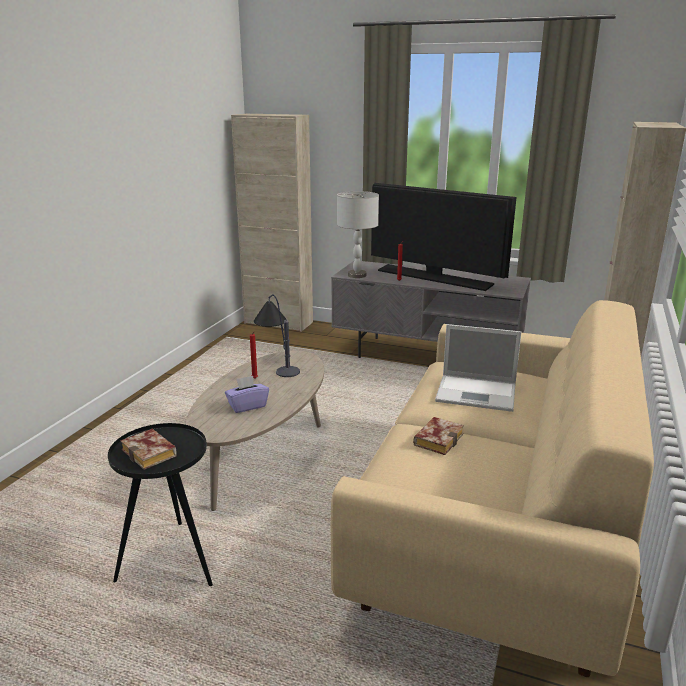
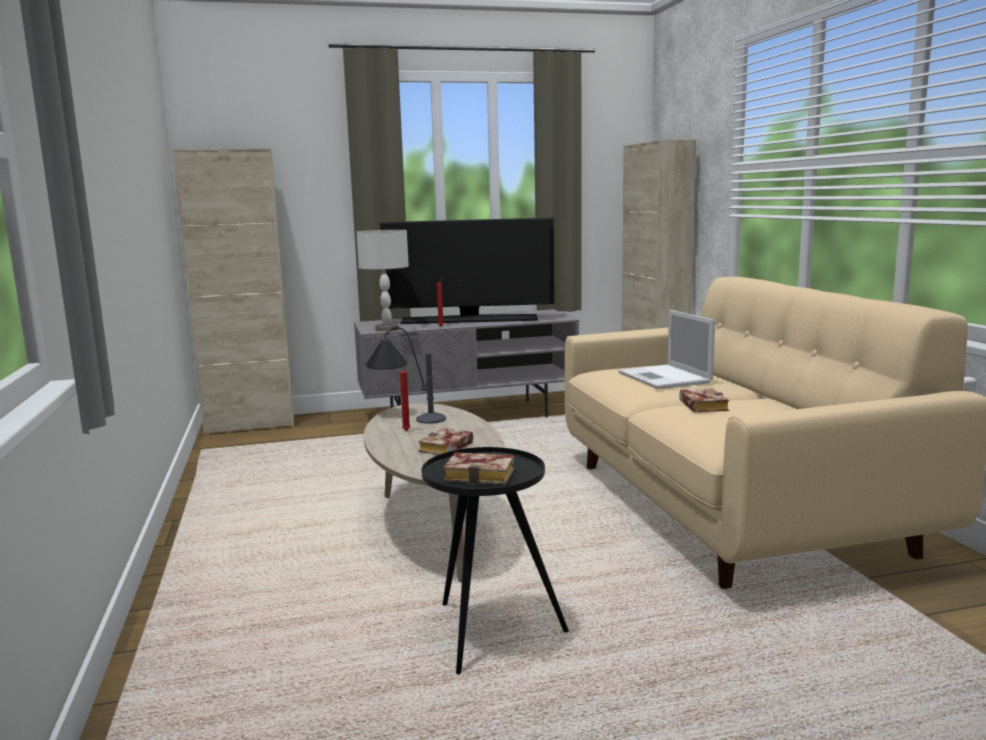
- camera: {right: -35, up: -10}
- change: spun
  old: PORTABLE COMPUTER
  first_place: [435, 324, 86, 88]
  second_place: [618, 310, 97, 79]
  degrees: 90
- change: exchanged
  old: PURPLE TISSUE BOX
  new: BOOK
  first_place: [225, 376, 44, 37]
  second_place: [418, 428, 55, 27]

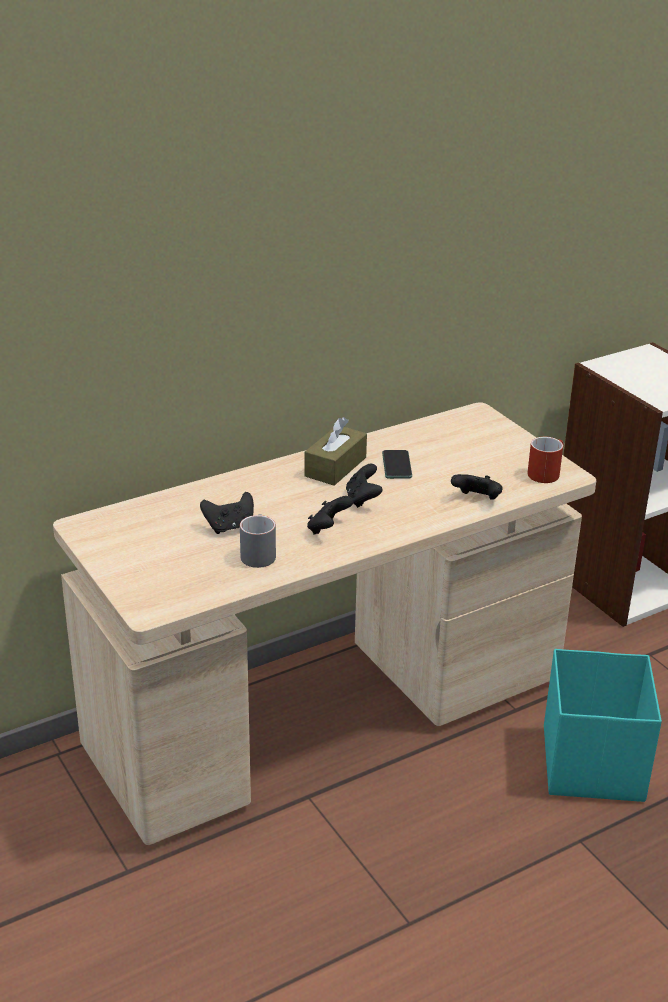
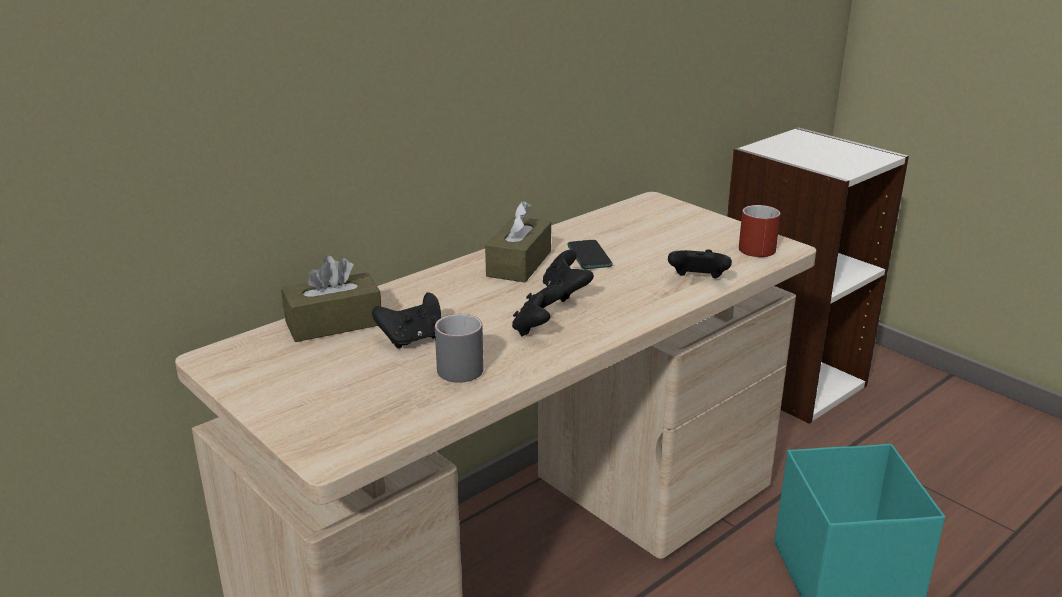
- camera: {right: -10, up: -5}
- change: appeared
  new: BROWN TISSUE BOX
  second_place: [281, 255, 100, 87]

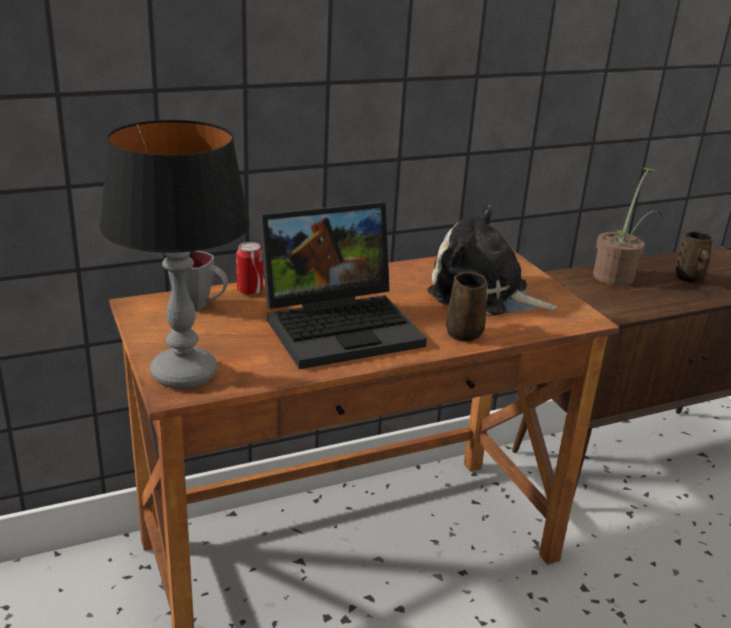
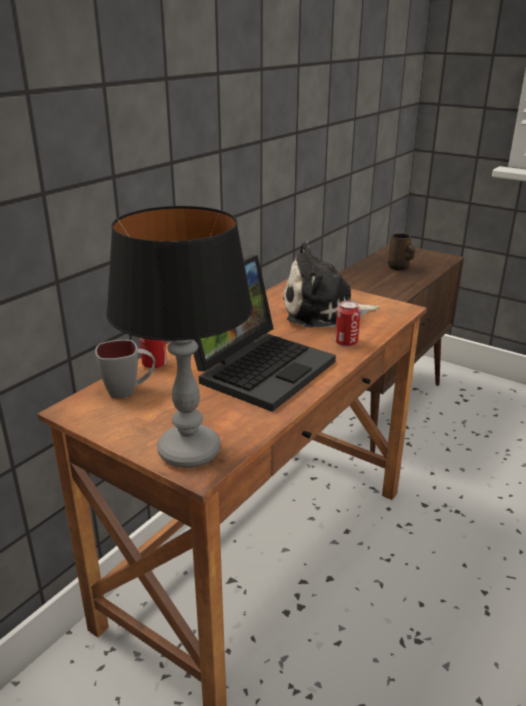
- camera: {right: -30, up: 0}
- change: missing
  old: PLANT IN A POT
  first_place: [593, 167, 69, 119]
- change: exchanged
  old: BROWN COFFEE MUG
  new: METAL CAN
  first_place: [446, 272, 41, 70]
  second_place: [335, 300, 25, 47]

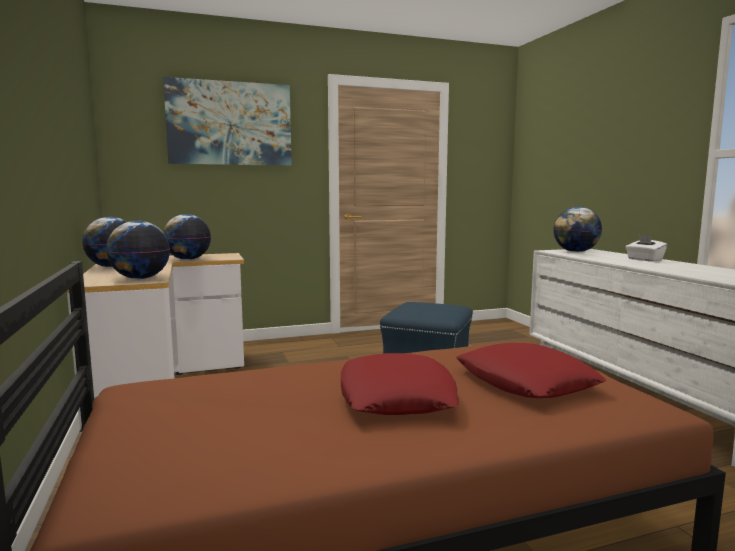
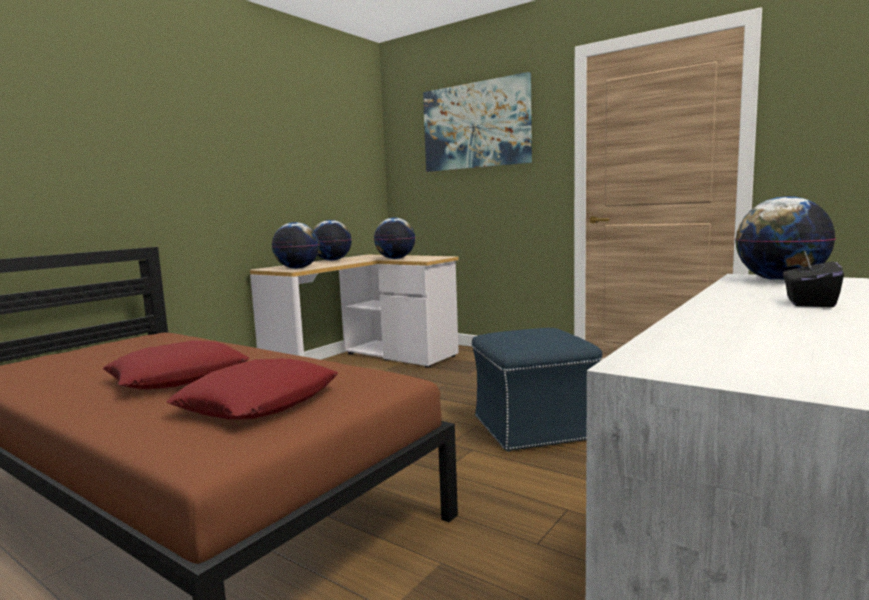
- camera: {right: 55, up: 0}
- change: colour
  old: WHITISH TISSUE BOX
  new: BLACK TISSUE BOX
  first_place: [626, 234, 41, 28]
  second_place: [783, 249, 61, 58]

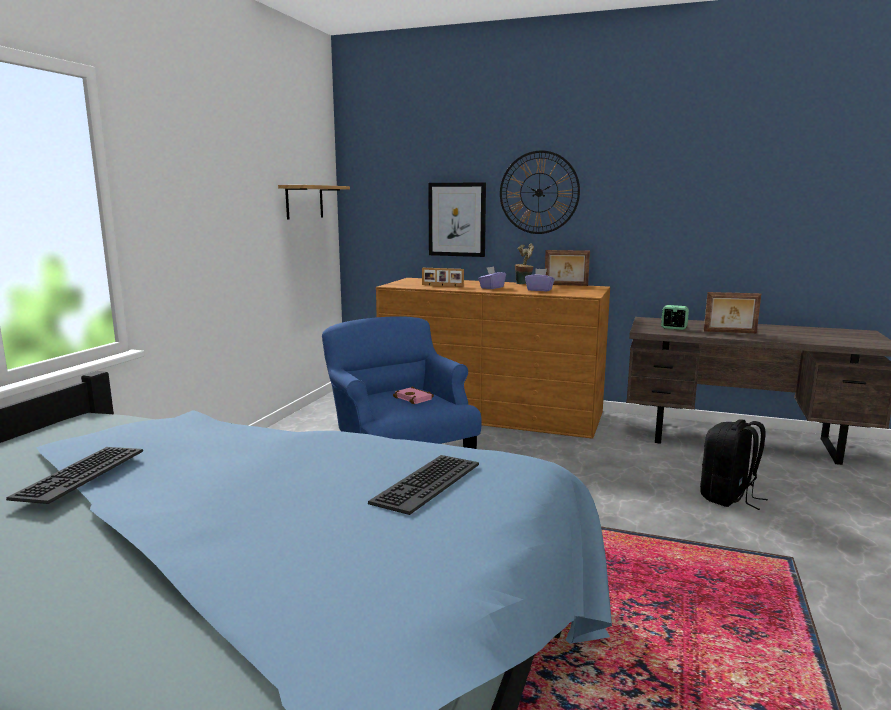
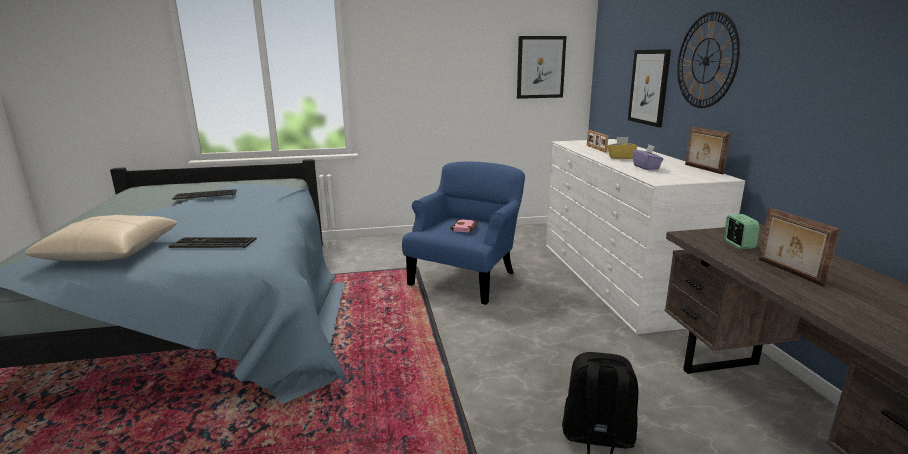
- camera: {right: 60, up: 5}
- change: exchanged
  old: BRACKET SHELF
  new: WALL PICTURE
  first_place: [278, 185, 72, 35]
  second_place: [517, 36, 50, 63]
- change: missing
  old: PLANT IN A POT
  first_place: [515, 244, 19, 40]
- change: colour
  old: PURPLE TISSUE BOX
  new: YELLOW-COLOURED TISSUE BOX
  first_place: [478, 266, 28, 23]
  second_place: [607, 137, 30, 22]
- change: colour
  old: BROWN DRAWER CHEST
  new: WHITISH DRAWER CHEST
  first_place: [376, 278, 234, 161]
  second_place: [546, 139, 199, 195]
- change: appeared
  new: BEIGE PILLOW
  second_place: [25, 215, 153, 46]

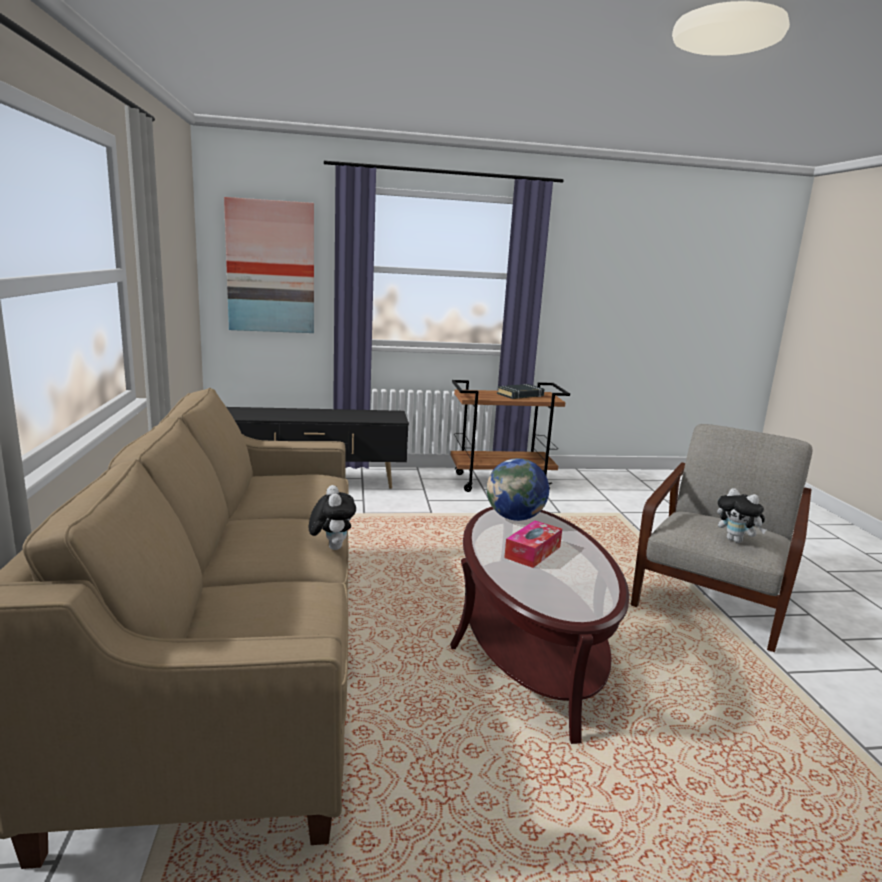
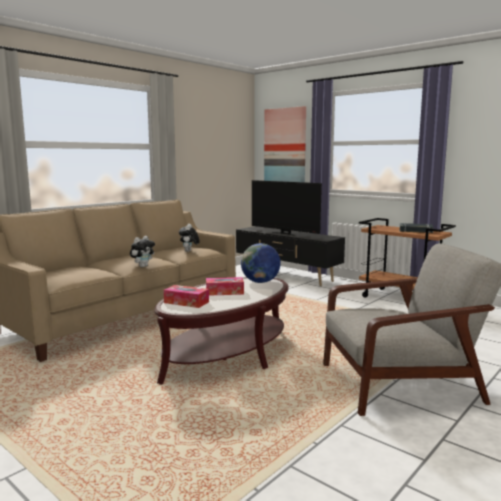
- camera: {right: 50, up: -5}
- change: relocated
  old: CUDDLY TOY
  first_place: [717, 488, 49, 55]
  second_place: [179, 224, 21, 28]
- change: appeared
  new: TV
  second_place: [252, 180, 70, 56]
- change: appeared
  new: TISSUE BOX
  second_place: [164, 285, 45, 23]

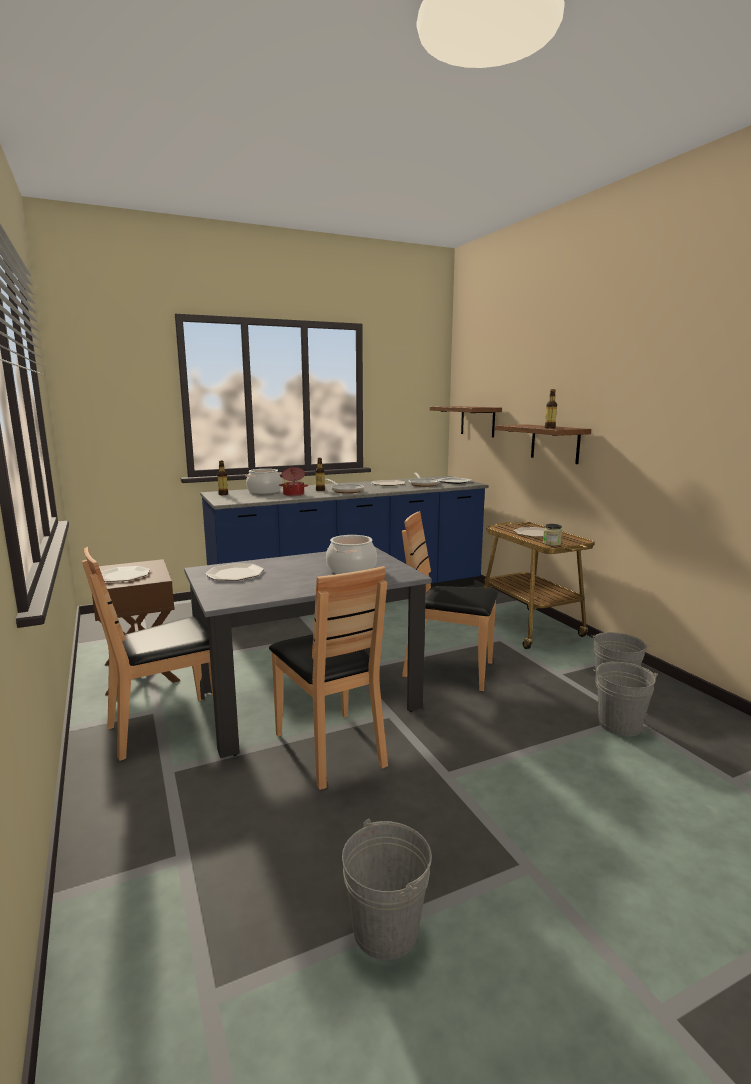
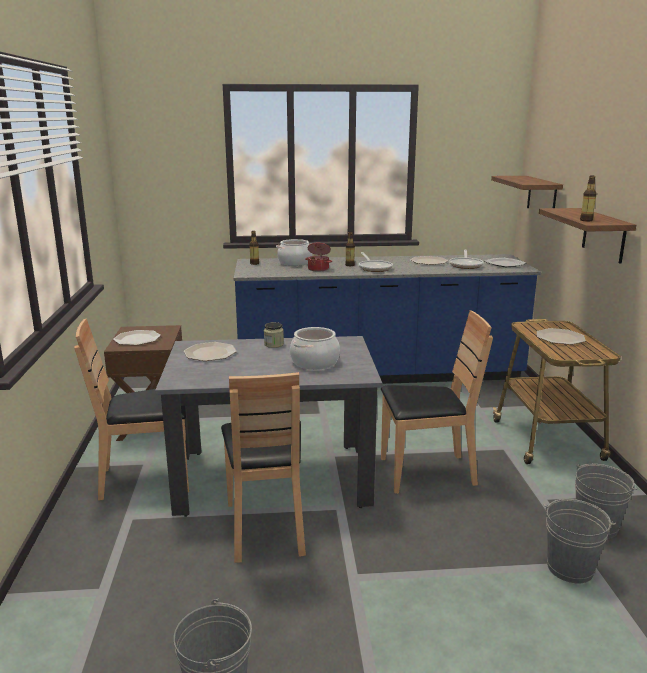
- camera: {right: 20, up: 5}
- change: spun
  old: BROWN CHAIR
  first_place: [402, 511, 97, 180]
  second_place: [381, 310, 112, 184]
  degrees: 135
- change: relocated
  old: JAR
  first_place: [543, 524, 19, 22]
  second_place: [264, 322, 20, 26]

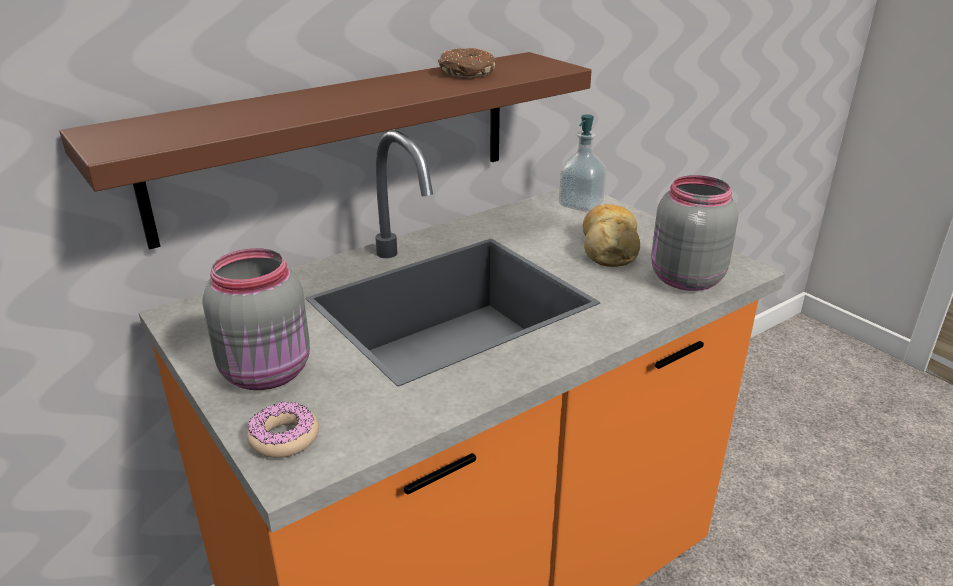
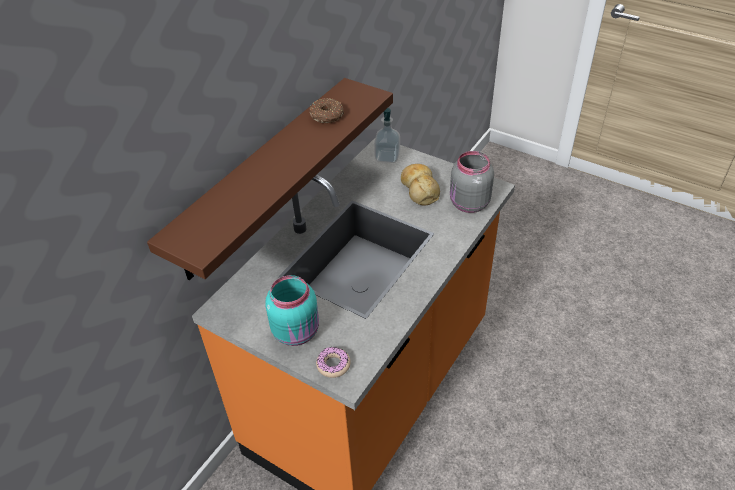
- camera: {right: -20, up: 15}
- change: colour
  old: GRAY JAR
  new: BLUE-GREEN JAR
  first_place: [202, 248, 108, 142]
  second_place: [265, 275, 54, 71]

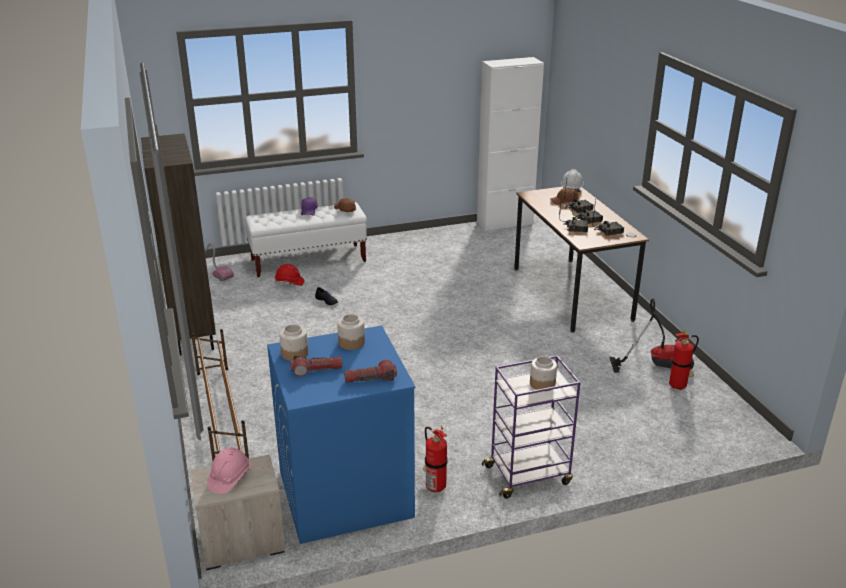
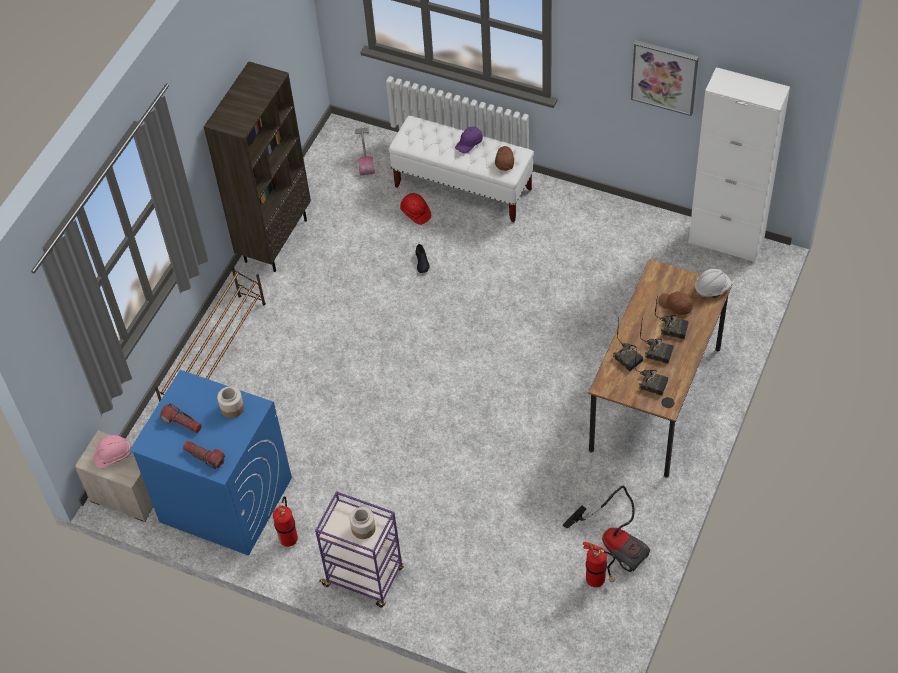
- camera: {right: 45, up: 25}
- change: missing
  old: JAR
  first_place: [279, 324, 29, 37]
- change: appeared
  new: WALL PICTURE
  second_place: [631, 40, 68, 76]

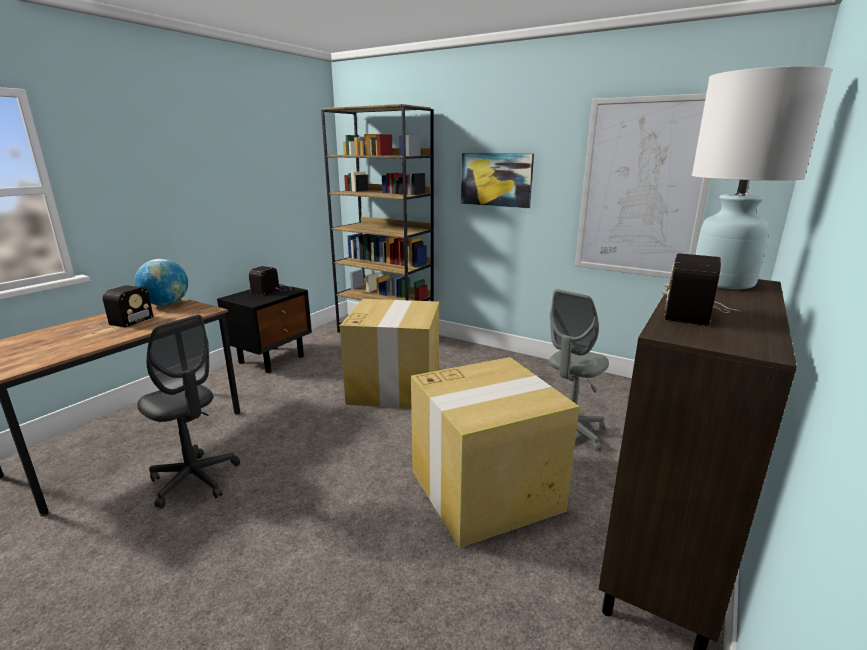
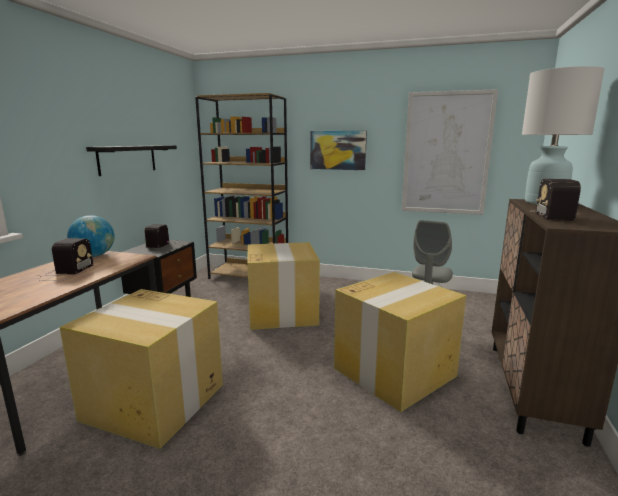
- camera: {right: -15, up: -5}
- change: exchanged
  old: GRAY OFFICE CHAIR
  new: CARTON
  first_place: [137, 315, 103, 194]
  second_place: [60, 289, 163, 160]
- change: appeared
  new: BLACK BRACKET SHELF
  second_place: [86, 145, 91, 31]

